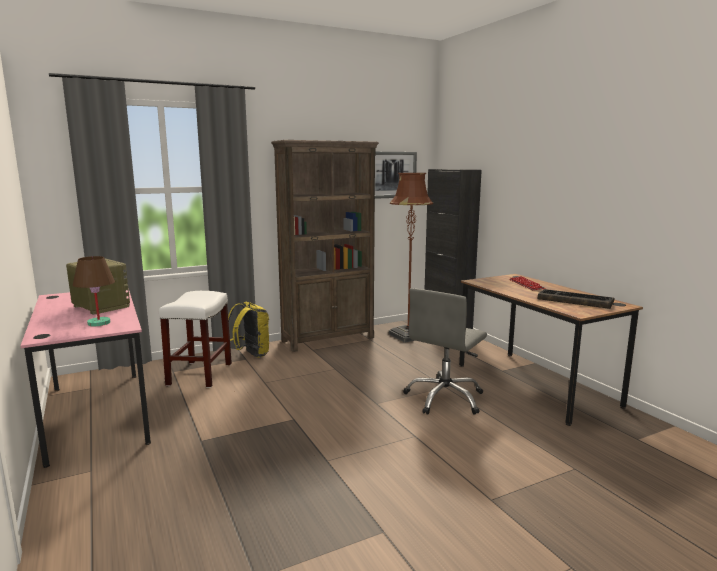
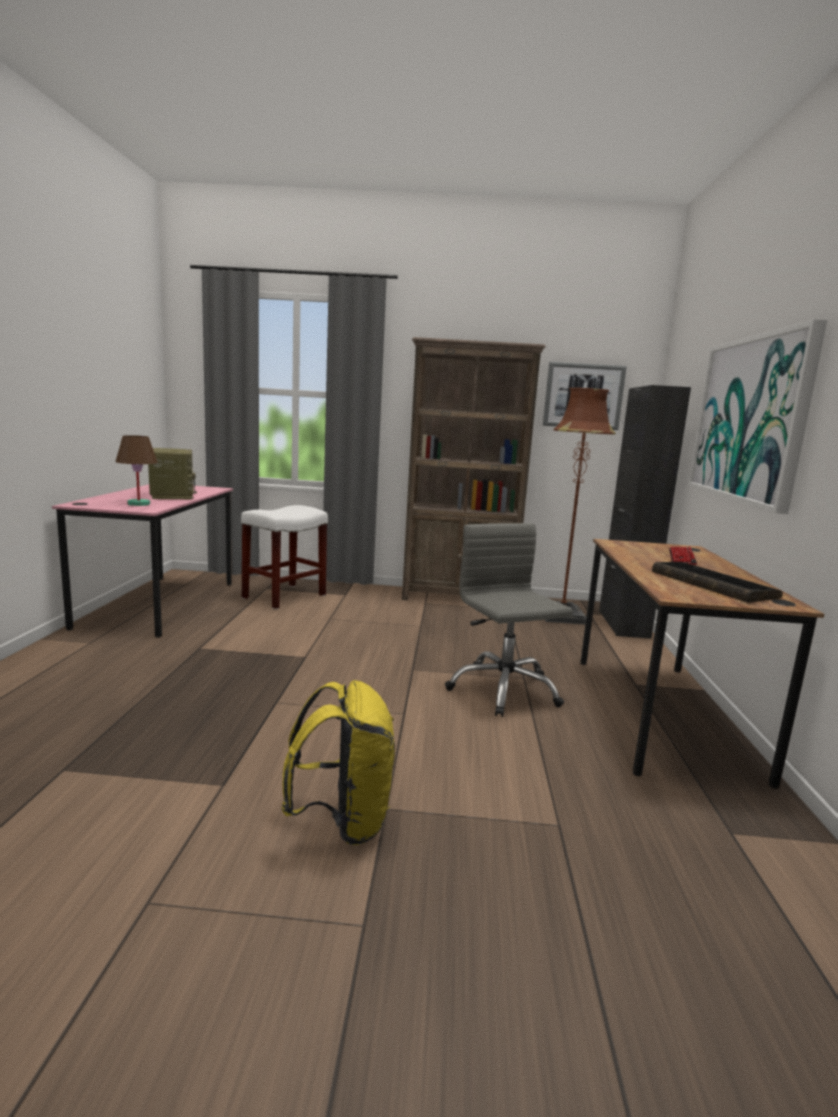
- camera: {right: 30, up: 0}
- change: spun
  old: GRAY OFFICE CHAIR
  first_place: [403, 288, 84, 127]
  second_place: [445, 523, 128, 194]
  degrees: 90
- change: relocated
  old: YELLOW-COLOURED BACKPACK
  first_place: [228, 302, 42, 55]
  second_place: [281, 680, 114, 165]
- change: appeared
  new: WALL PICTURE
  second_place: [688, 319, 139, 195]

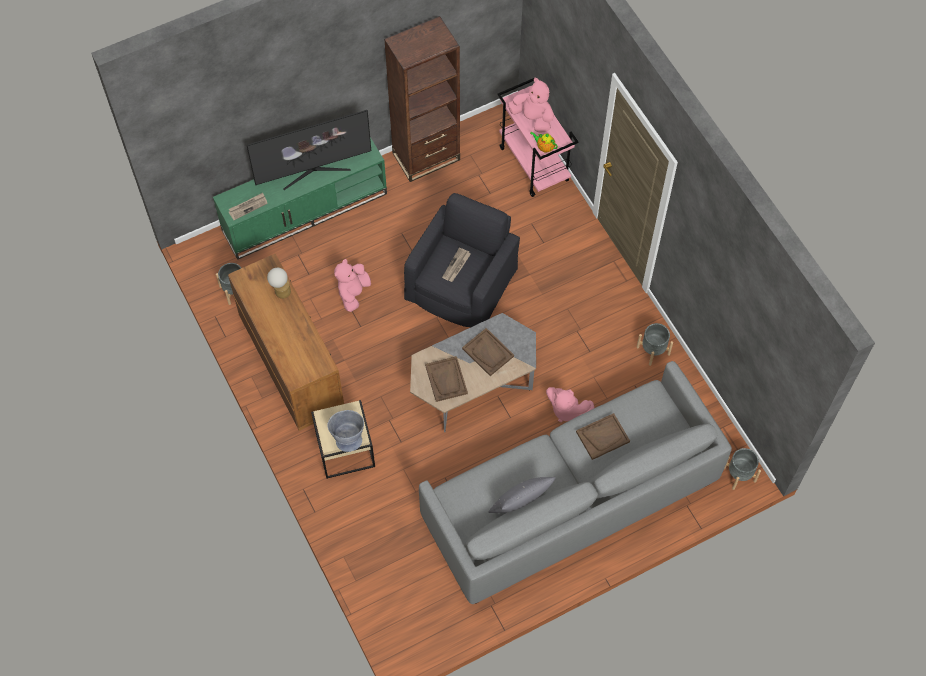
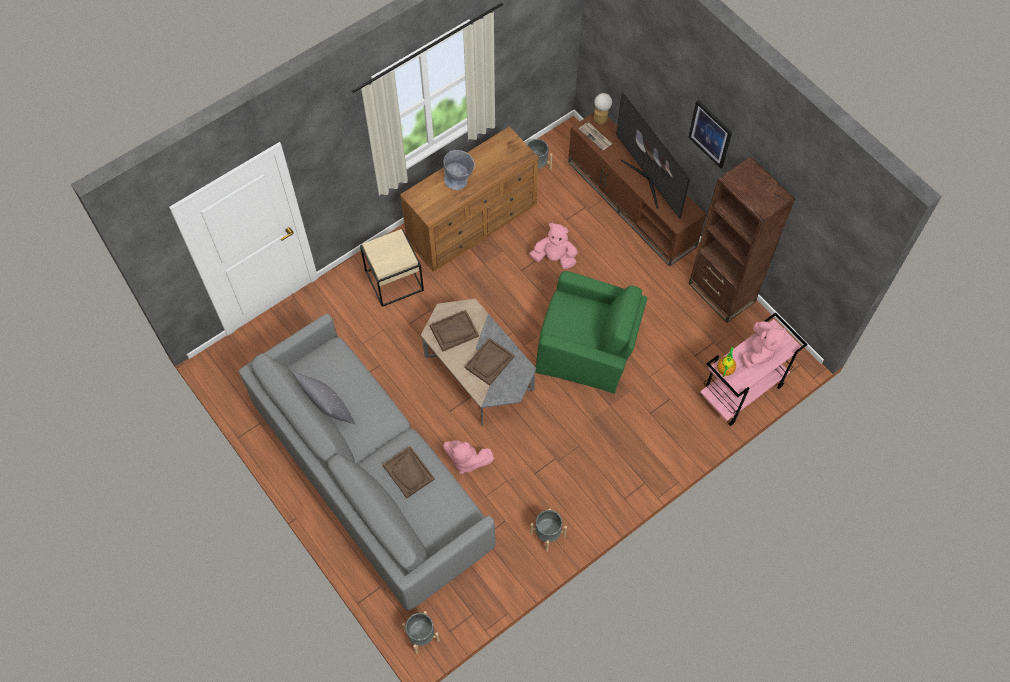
- camera: {right: 80, up: 0}
- change: colour
  old: GREEN TV STAND
  new: BROWN TV STAND
  first_place: [213, 137, 174, 123]
  second_place: [568, 113, 138, 154]
- change: colour
  old: BLACK EASY CHAIR
  new: GREEN EASY CHAIR
  first_place: [404, 193, 116, 134]
  second_place: [535, 271, 113, 123]
- change: missing
  old: DAILY PAPER
  first_place: [442, 247, 29, 35]
- change: relocated
  old: TABLETOP LAMP
  first_place: [267, 268, 24, 31]
  second_place: [594, 93, 18, 31]
- change: spun
  old: PINK CUDDLY TOY
  first_place: [546, 387, 48, 35]
  second_place: [443, 440, 51, 34]
  degrees: -90
- change: relocated
  old: GRAY BOWL
  first_place: [327, 410, 37, 42]
  second_place: [444, 150, 31, 40]
- change: appeared
  new: WALL PICTURE
  second_place: [688, 100, 44, 68]

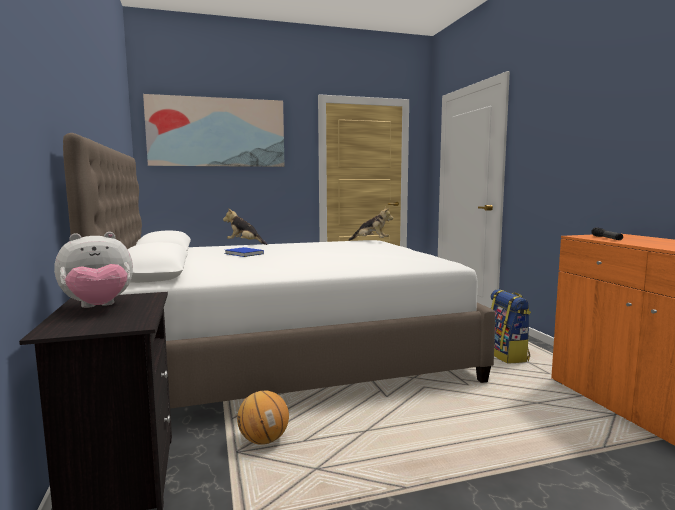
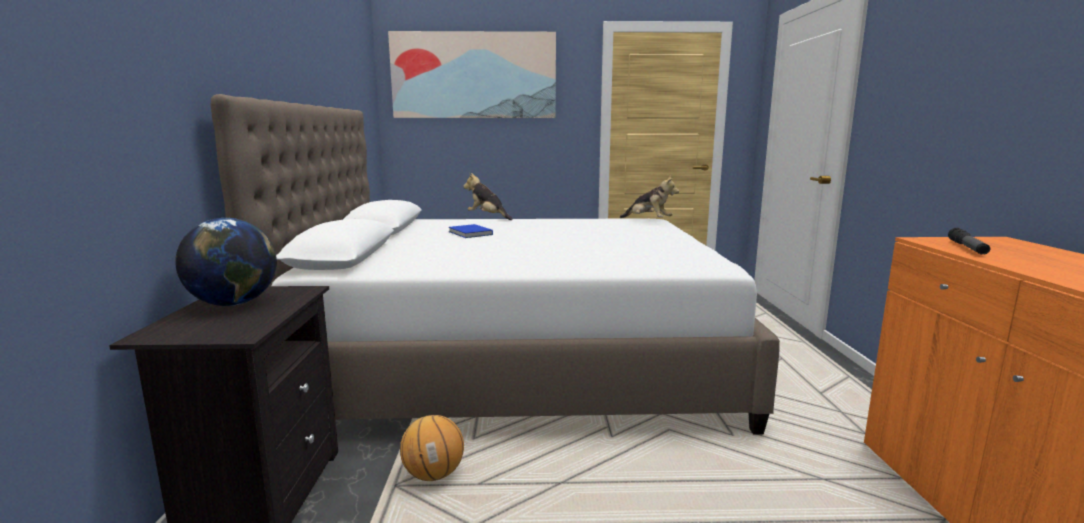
- camera: {right: 15, up: 5}
- change: exchanged
  old: CUDDLY TOY
  new: GLOBE
  first_place: [54, 232, 79, 76]
  second_place: [175, 218, 102, 88]
- change: missing
  old: BACKPACK
  first_place: [491, 289, 40, 75]

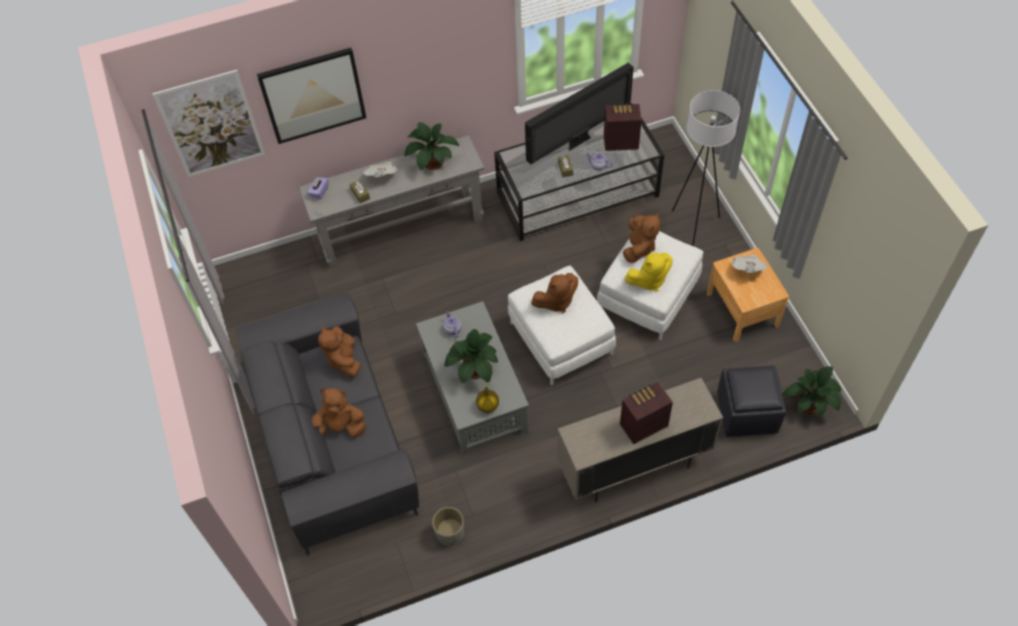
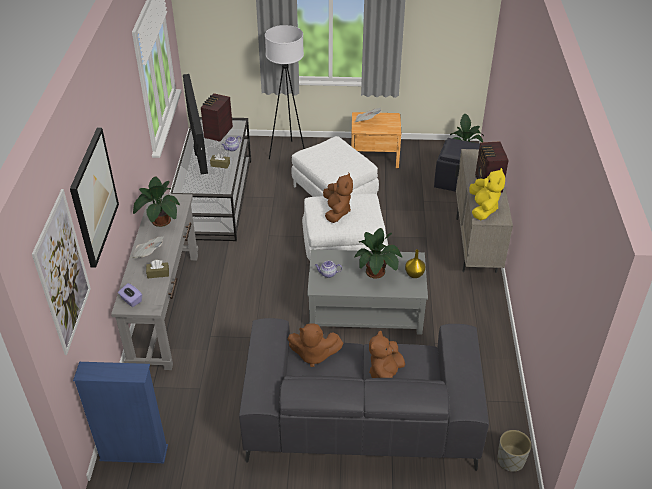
- camera: {right: -70, up: -15}
- change: missing
  old: BROWN CUDDLY TOY
  first_place: [623, 213, 37, 50]
- change: relocated
  old: YELLOW-COLOURED CUDDLY TOY
  first_place: [624, 253, 49, 39]
  second_place: [469, 168, 36, 52]
- change: relocated
  old: GRAY PLANTER
  first_place: [432, 507, 32, 39]
  second_place: [497, 430, 34, 42]
- change: appeared
  new: BLUE SHELVING UNIT
  second_place: [73, 362, 95, 101]

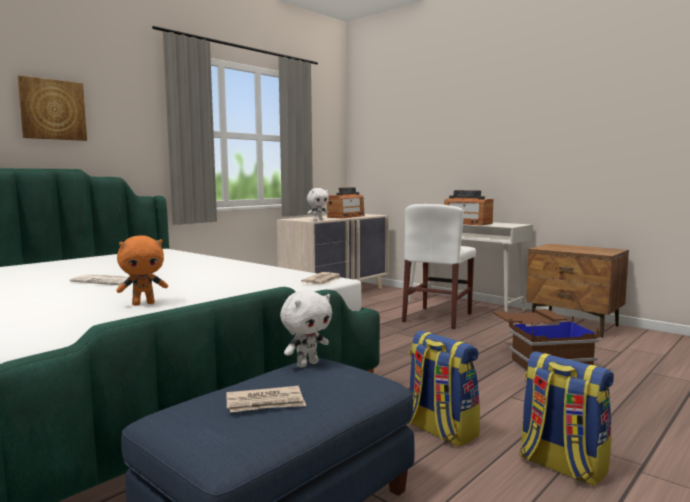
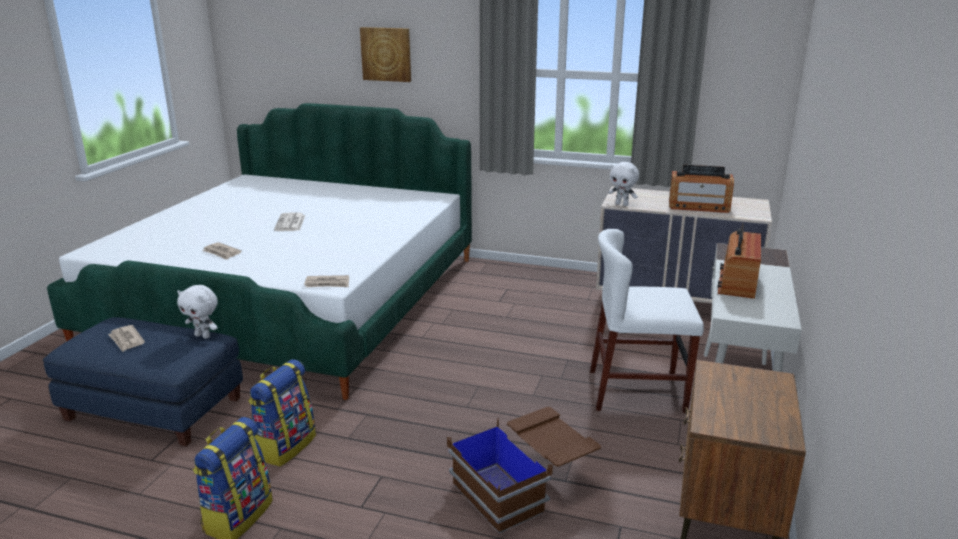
- camera: {right: 65, up: 15}
- change: exchanged
  old: ORANGEY CUDDLY TOY
  new: DAILY PAPER
  first_place: [116, 236, 52, 70]
  second_place: [202, 242, 40, 18]

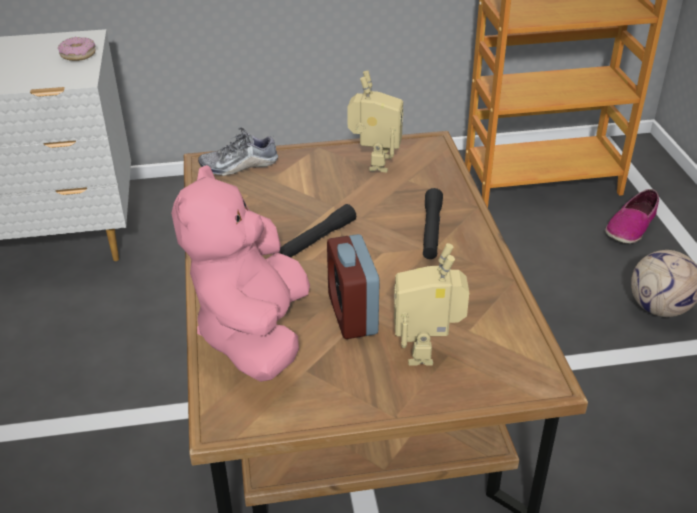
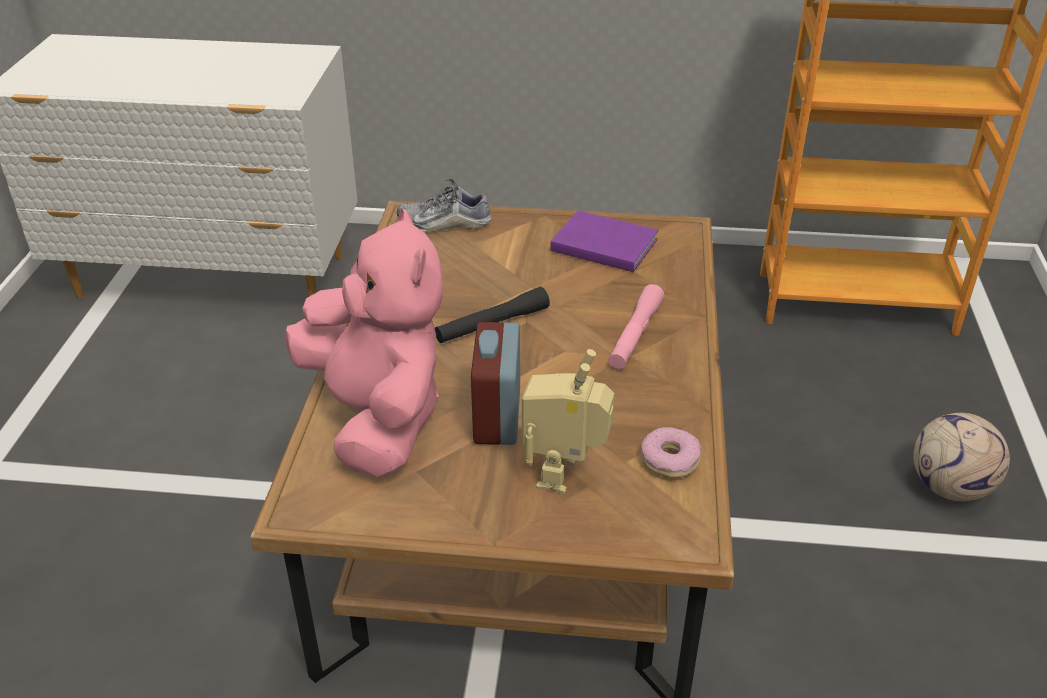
- camera: {right: 15, up: 0}
- change: relocated
  old: DOUGHNUT
  first_place: [58, 37, 38, 24]
  second_place: [641, 427, 60, 51]
- change: exchanged
  old: MODEL ROBOT
  new: PURPLE BOOK
  first_place: [347, 71, 56, 101]
  second_place: [550, 210, 108, 62]
- change: spun
  old: PINK CUDDLY TOY
  first_place: [171, 165, 139, 217]
  second_place: [286, 208, 157, 269]
  degrees: 135
- change: colour
  old: BLACK HAND TORCH
  new: PINK HAND TORCH
  first_place: [423, 188, 20, 71]
  second_place: [608, 284, 56, 85]
- change: missing
  old: ITEM OF FOOTWEAR
  first_place: [605, 189, 54, 55]

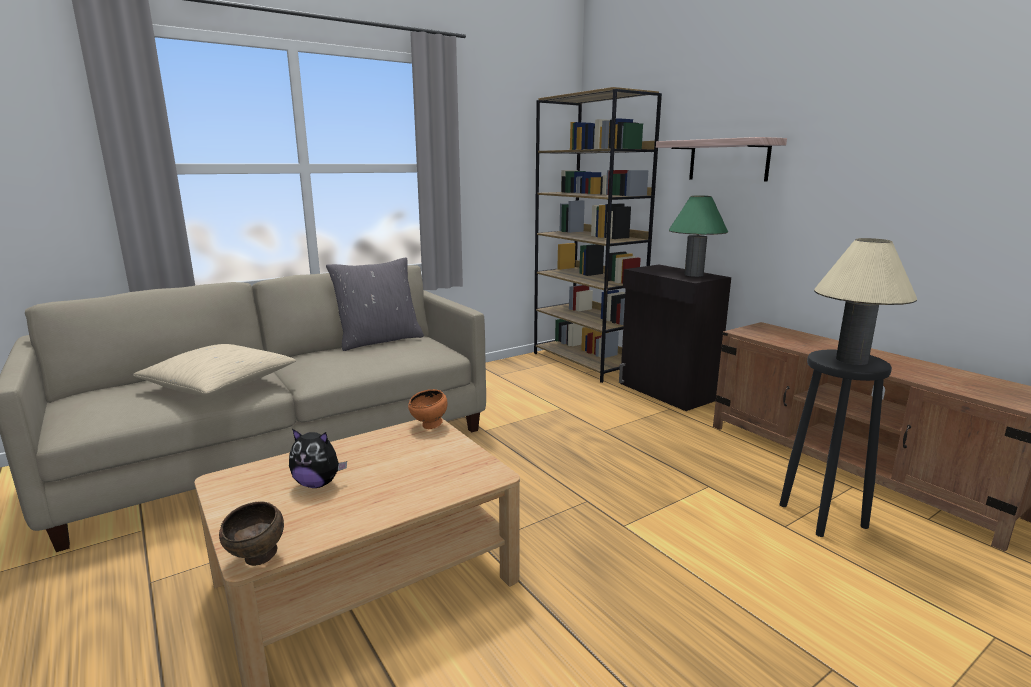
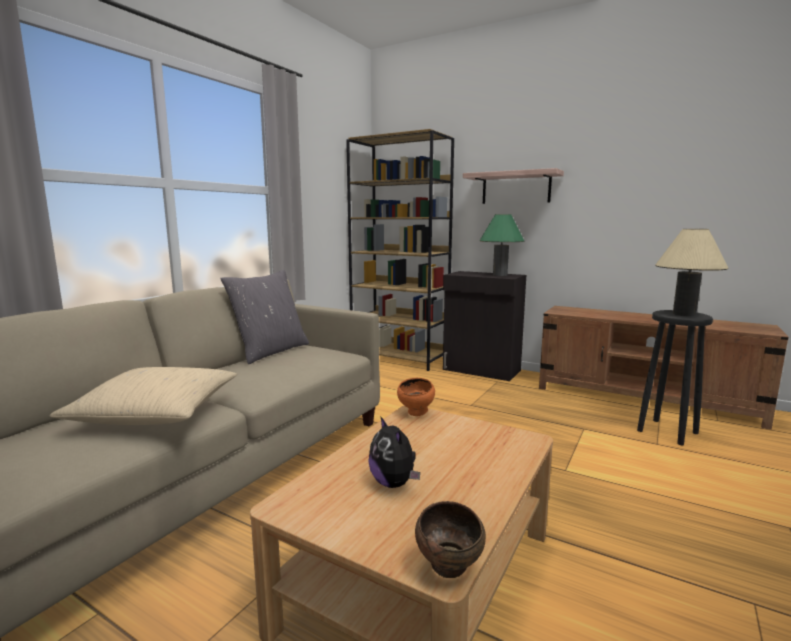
- camera: {right: -25, up: -5}
- change: spun
  old: CUDDLY TOY
  first_place: [289, 429, 58, 59]
  second_place: [368, 417, 52, 71]
  degrees: 75

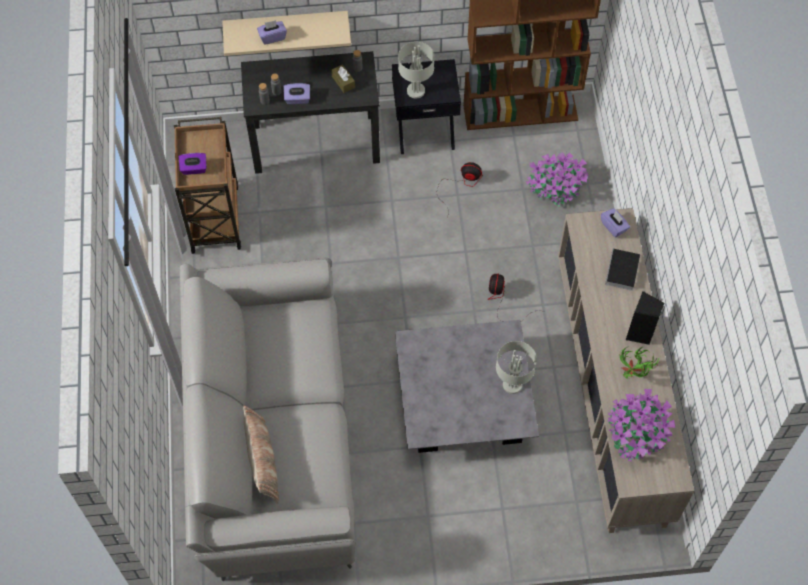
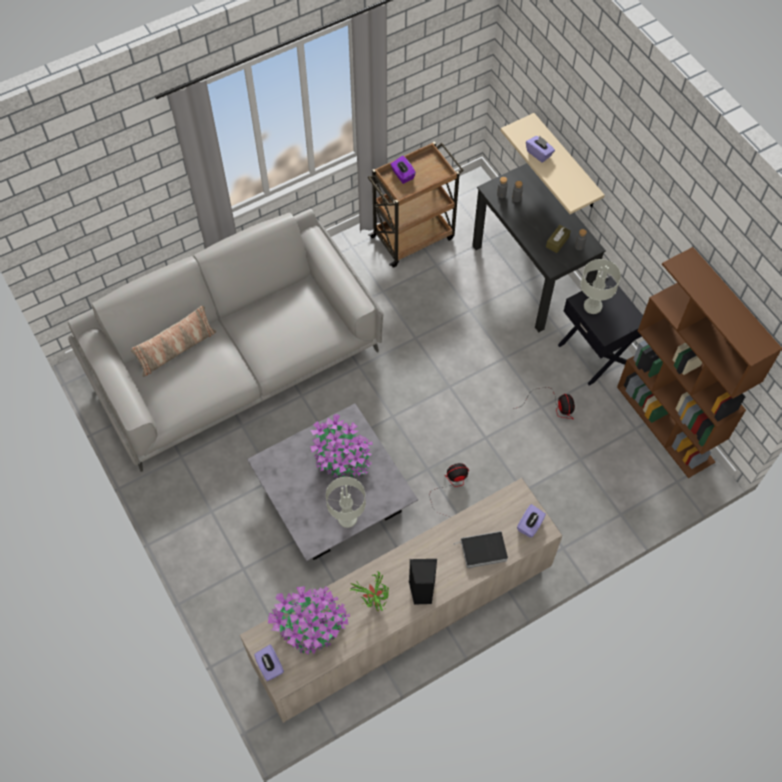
- camera: {right: 65, up: 0}
- change: relocated
  old: PURPLE TISSUE BOX
  first_place: [284, 83, 26, 21]
  second_place: [254, 645, 30, 36]
- change: relocated
  old: PLANT IN A POT
  first_place: [526, 152, 63, 55]
  second_place: [310, 414, 63, 64]

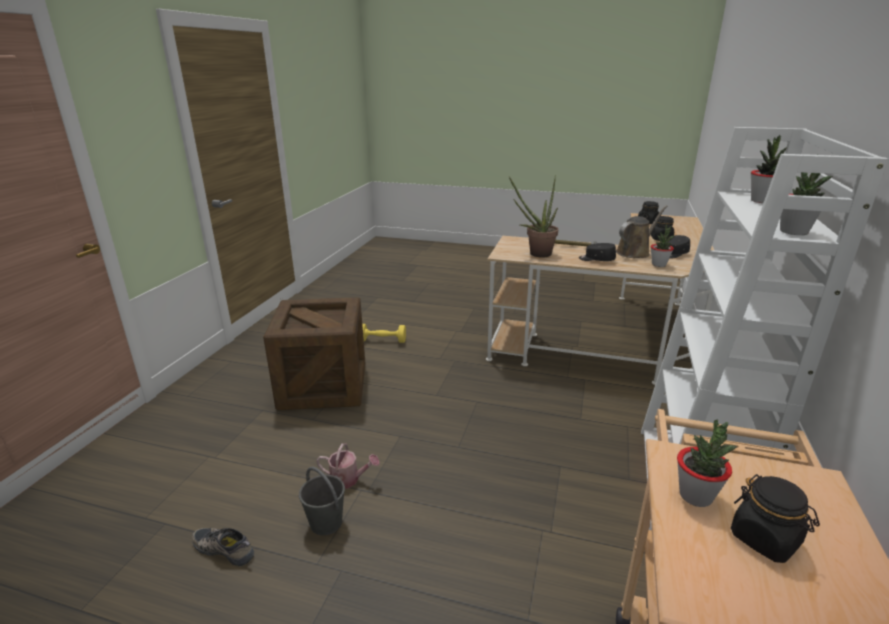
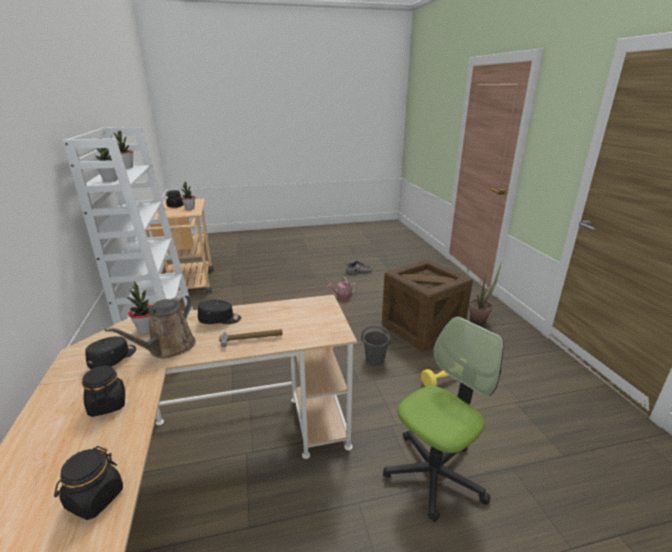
- camera: {right: 150, up: 0}
- change: relocated
  old: PLANT IN A POT
  first_place: [509, 175, 49, 83]
  second_place: [469, 263, 32, 62]
- change: relocated
  old: GRAY WATER BUCKET
  first_place: [299, 467, 46, 68]
  second_place: [361, 325, 31, 40]
- change: appeared
  new: OFFICE CHAIR
  second_place: [383, 317, 121, 205]

